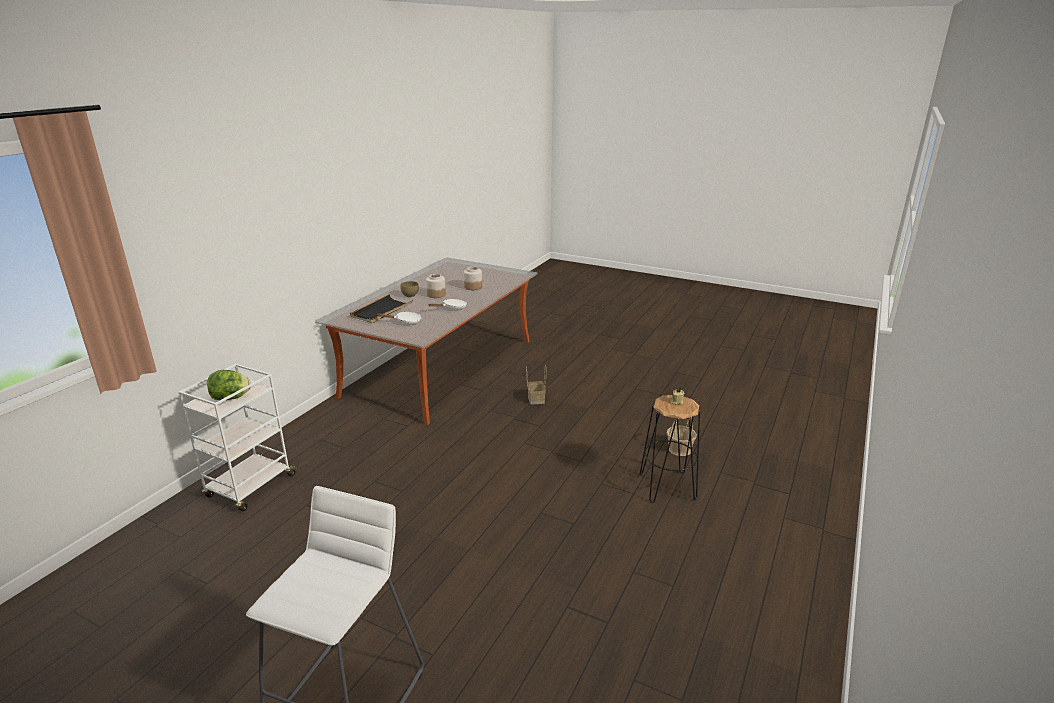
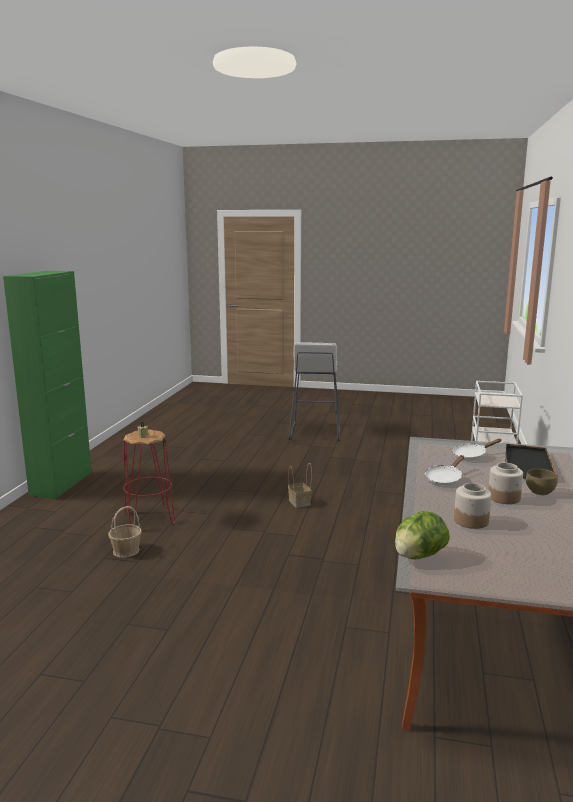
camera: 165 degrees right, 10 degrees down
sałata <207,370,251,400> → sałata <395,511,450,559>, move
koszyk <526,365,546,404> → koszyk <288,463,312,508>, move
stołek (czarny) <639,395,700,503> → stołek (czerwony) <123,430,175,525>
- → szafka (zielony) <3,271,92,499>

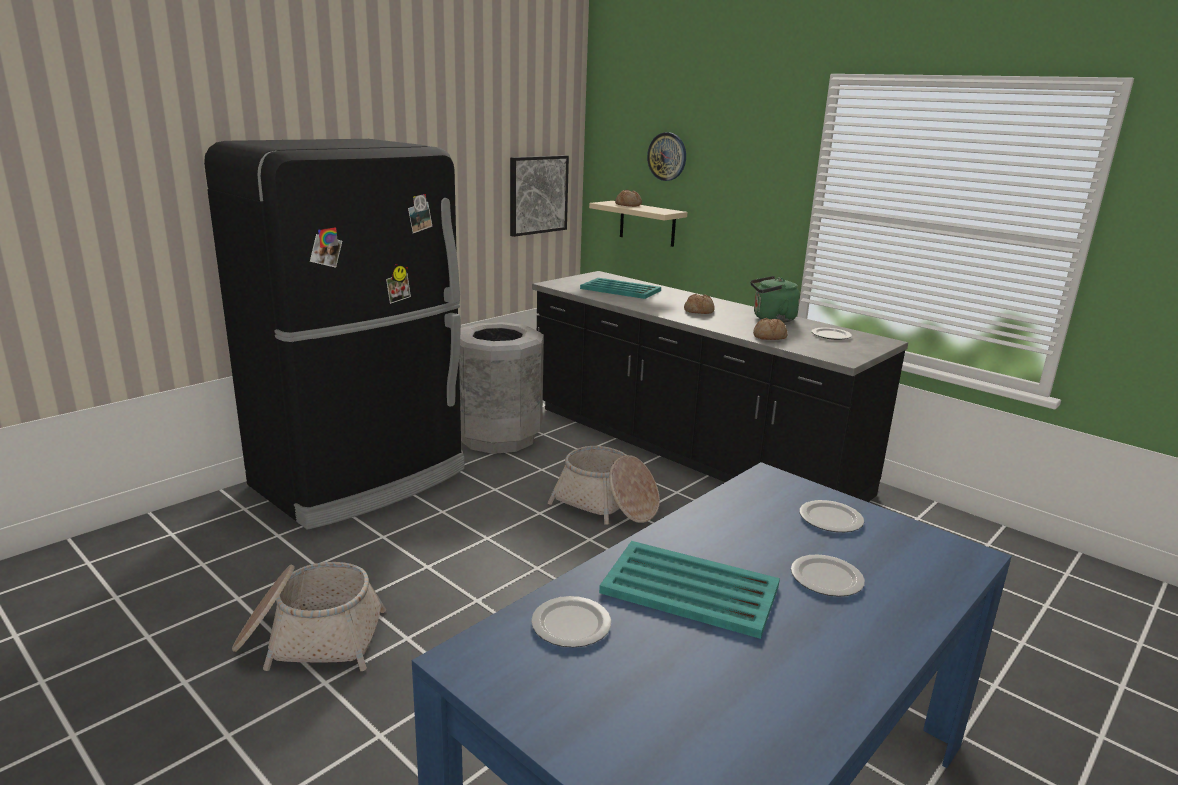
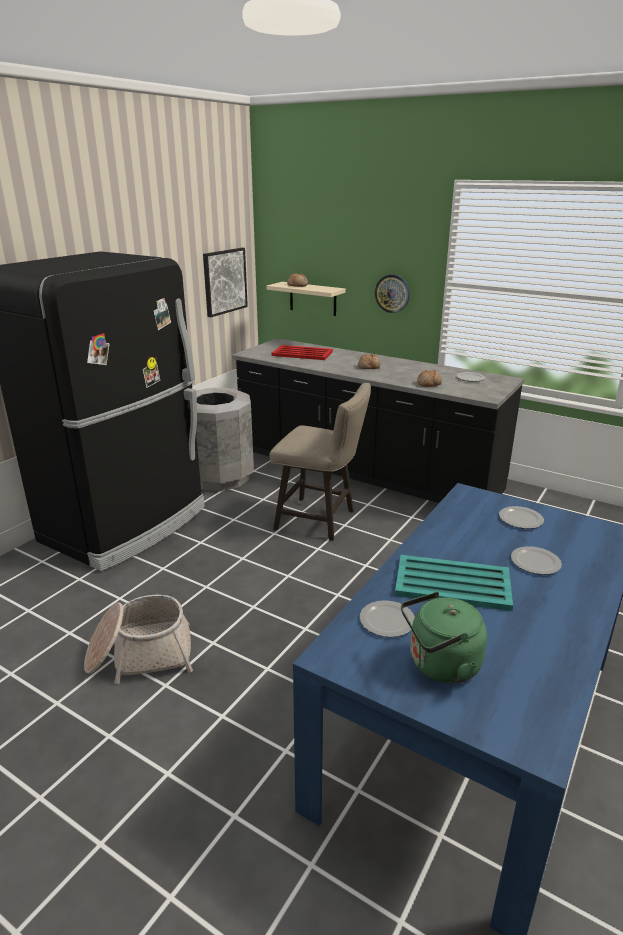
camera: 10 degrees left, 5 degrees up
koszyk <548,446,660,525> → stołek (beżowy) <269,383,371,541>
taca (turkusowy) <580,278,661,299> → taca (czerwony) <271,345,333,360>
zegar ścienny <647,132,686,181> → zegar ścienny <375,274,410,313>, move
czajnik (zielony) <750,276,800,323> → czajnik (zielony) <401,592,487,684>, move

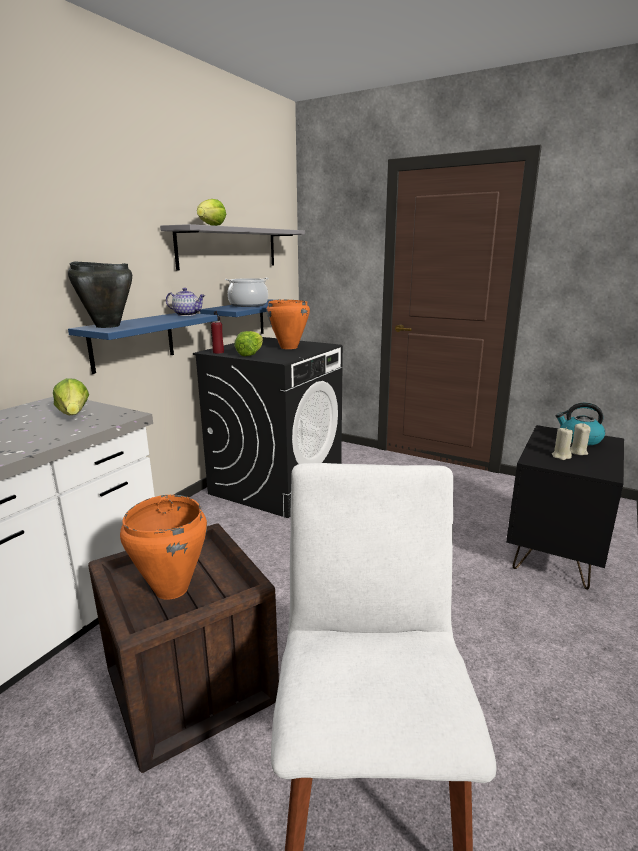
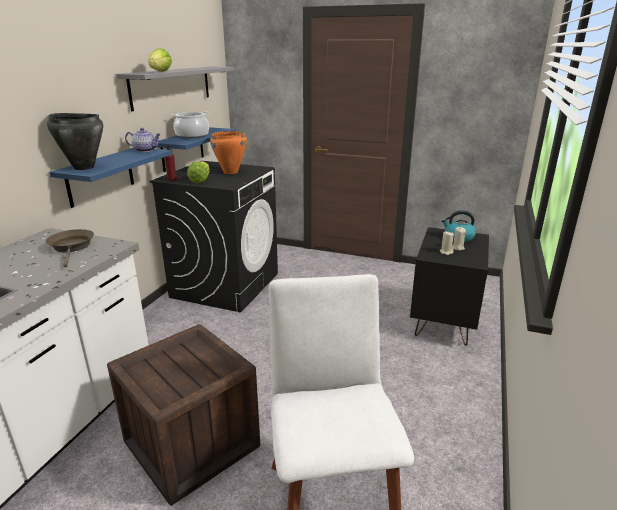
camera: 10 degrees left, 5 degrees up
sałata <53,378,89,415> → patelnia (brązowy) <46,229,94,268>
garnek (pomarańczowy) <120,495,207,600> → -

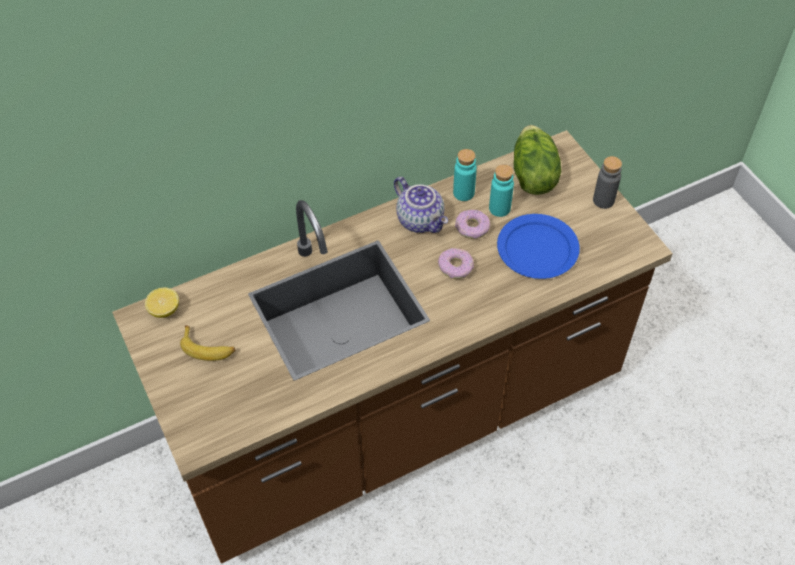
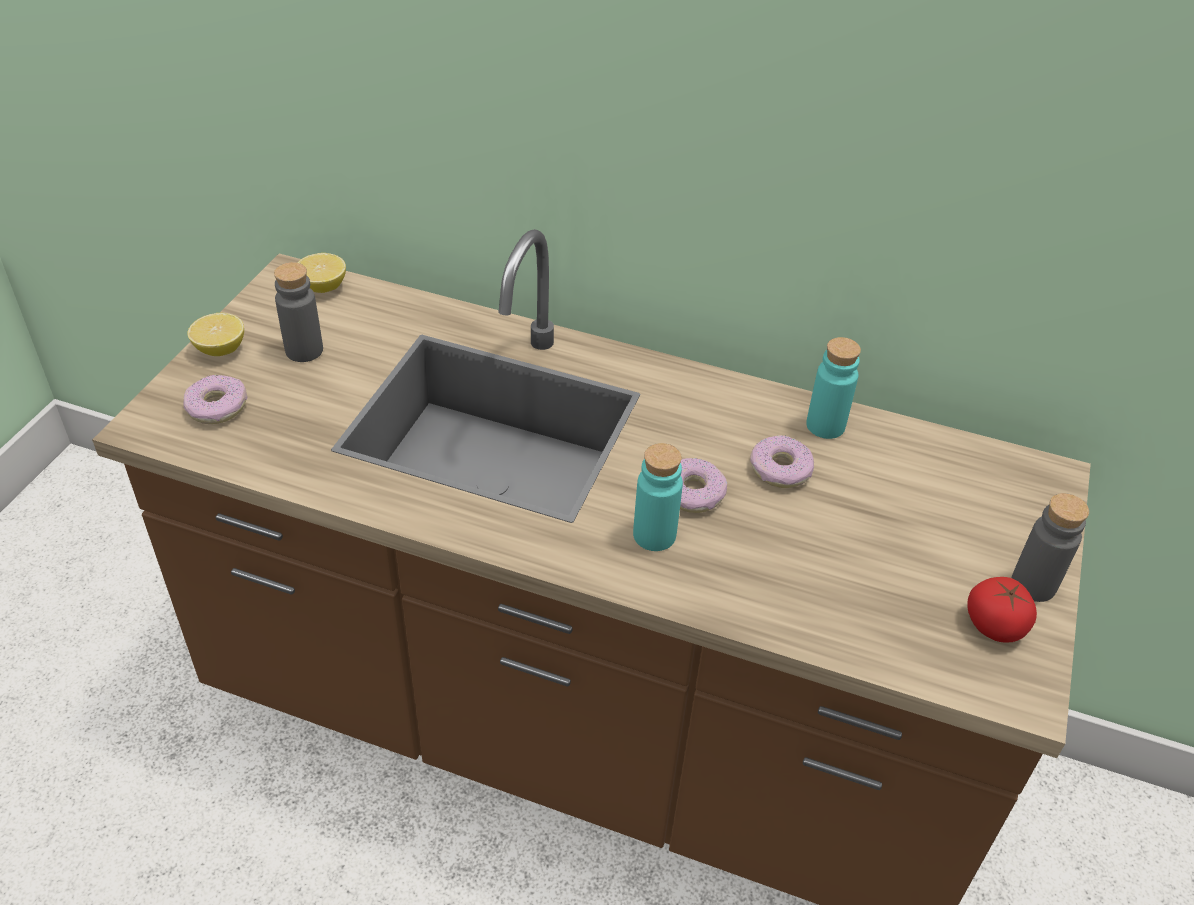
camera: 45 degrees right, 10 degrees down
banan <180,325,236,361> → butelka (szary) <274,262,323,362>
imbryk <394,177,448,233> → -
butelka (turkusowy) <489,164,514,217> → butelka (turkusowy) <633,443,683,551>, move
talerz (niebieski) <497,214,580,279> → -
sałata <514,125,561,195> → -
- → donut <183,375,248,424>
- → cytryna <187,313,244,356>
- → pomidor <967,577,1037,643>

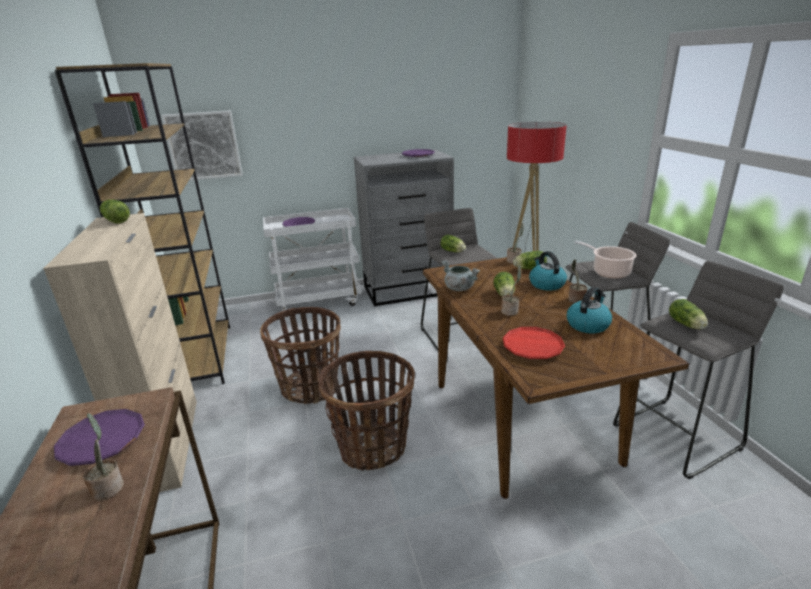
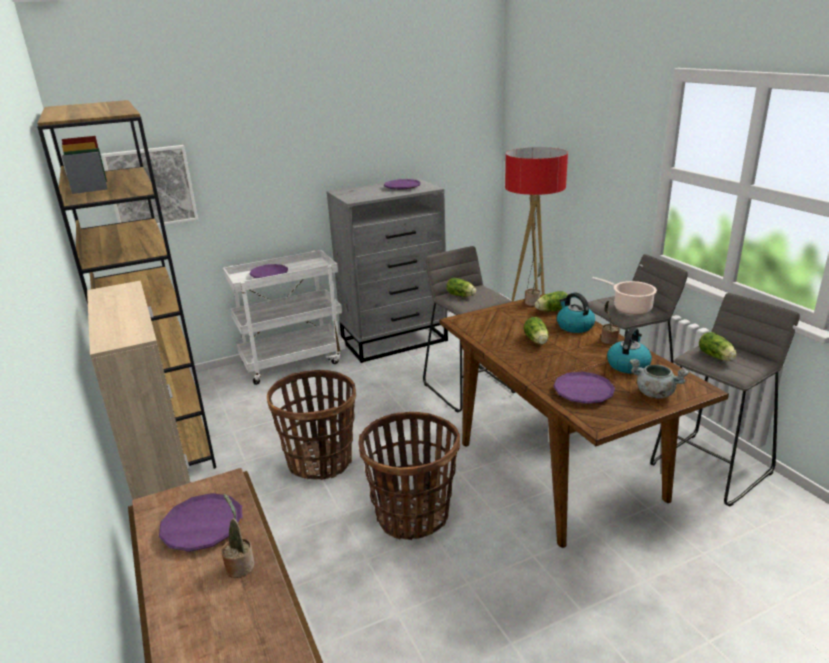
camera: 10 degrees left, 0 degrees up
sałata <100,199,130,224> → -
garnek (szary) <441,260,480,291> → garnek (szary) <629,359,689,398>, move
roślina doniczkowa <501,265,522,316> → -
talerz (czerwony) <502,327,565,359> → talerz (fioletowy) <553,372,615,404>

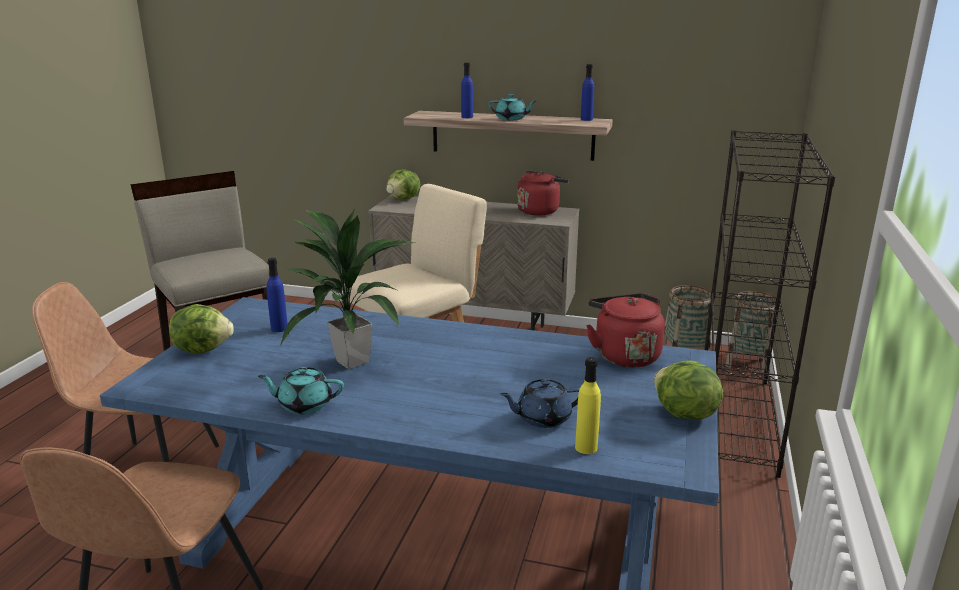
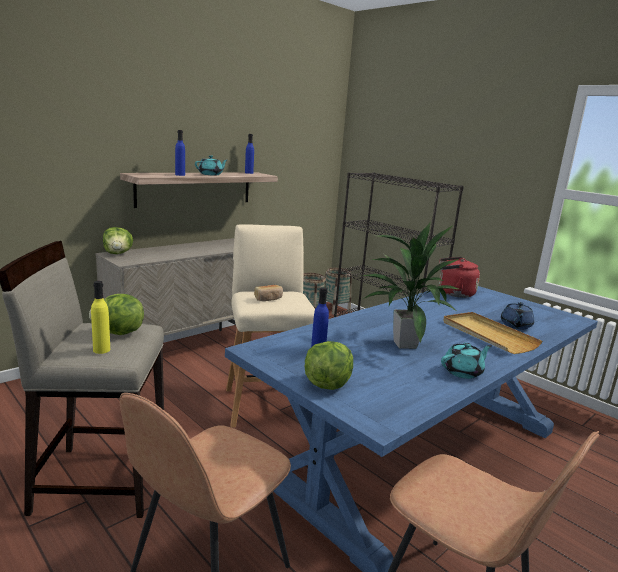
camera: 60 degrees left, 5 degrees down
imbryk (turkusowy) <258,367,344,414> → imbryk (turkusowy) <441,343,492,379>, 150 degrees counterclockwise
czajnik (czerwony) <517,170,569,215> → -
butelka (żółty) <575,357,601,454> → butelka (żółty) <91,281,110,354>, move
sałata <654,360,723,420> → sałata <89,294,144,335>, move
- → chleb <254,285,283,301>
- → taca (beżowy) <443,312,542,354>

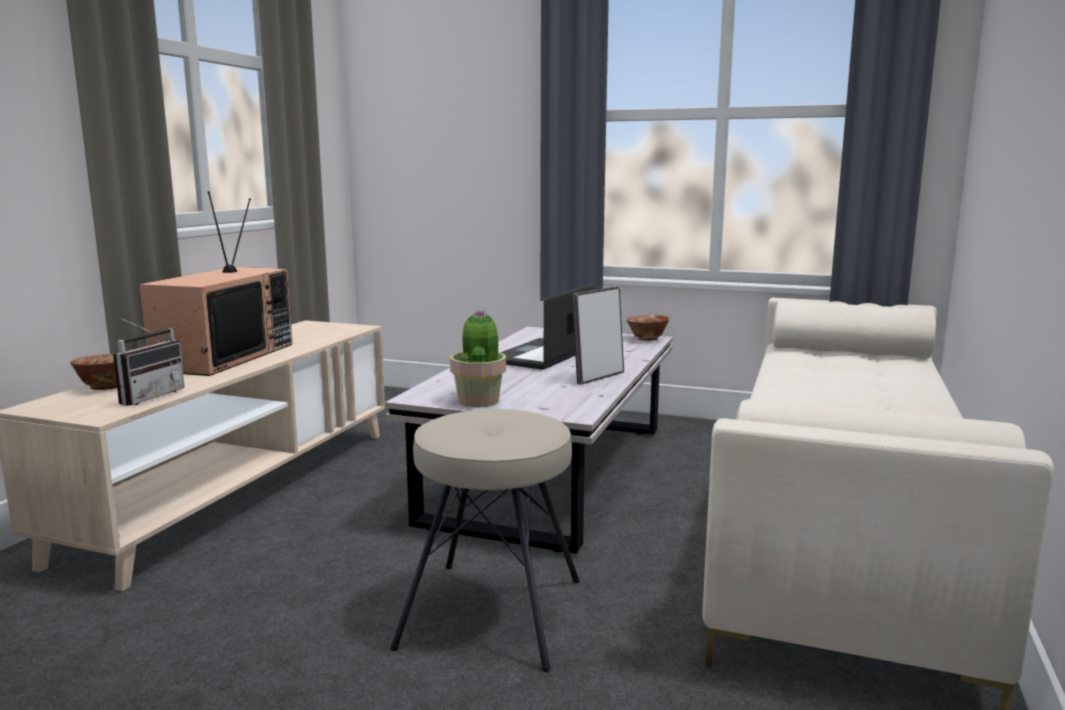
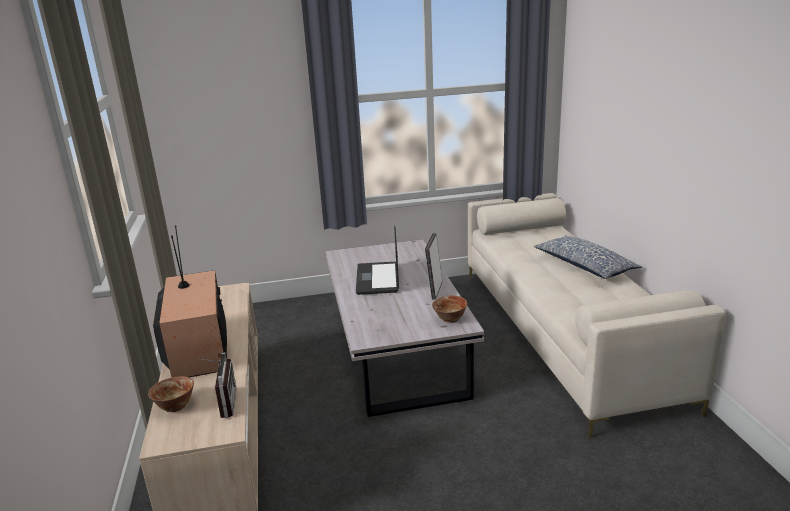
camera: 30 degrees left, 10 degrees up
stołek (beżowy) <390,409,580,672> → -
roślina doniczkowa <450,309,506,407> → -
miska <626,315,669,341> → miska <432,296,467,323>, move
- → poduszka <534,235,642,279>

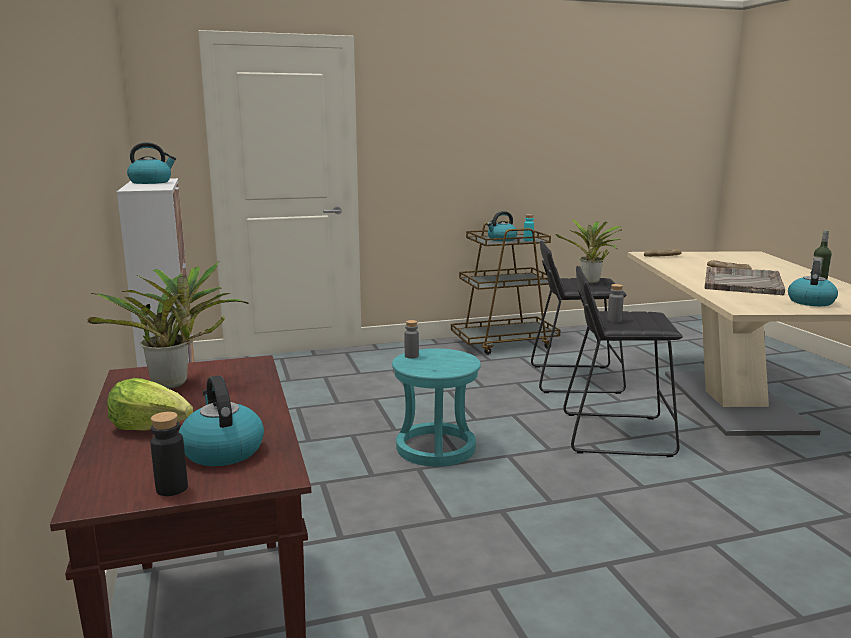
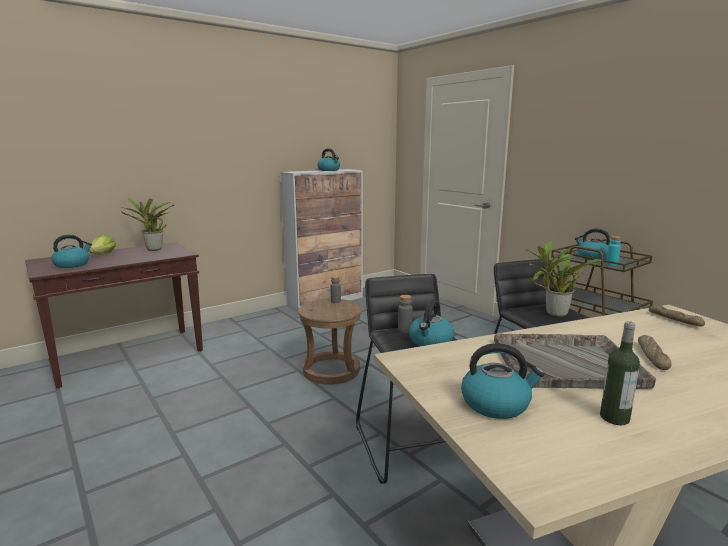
camera: 70 degrees right, 0 degrees up
butelka (czarny) <150,412,188,496> → -
stołek (turkusowy) <392,348,481,467> → stołek (brązowy) <298,299,362,385>
- → czajnik <409,300,454,346>

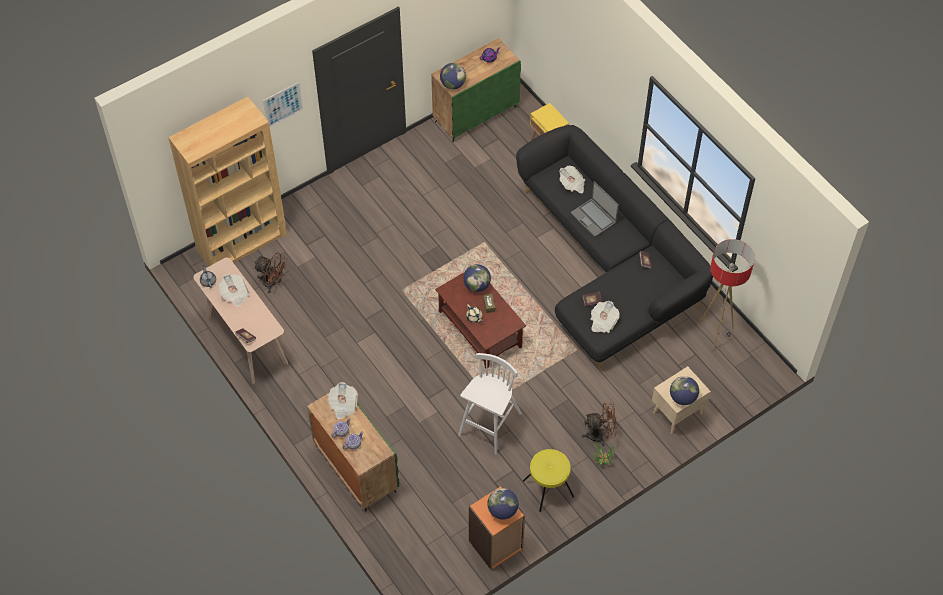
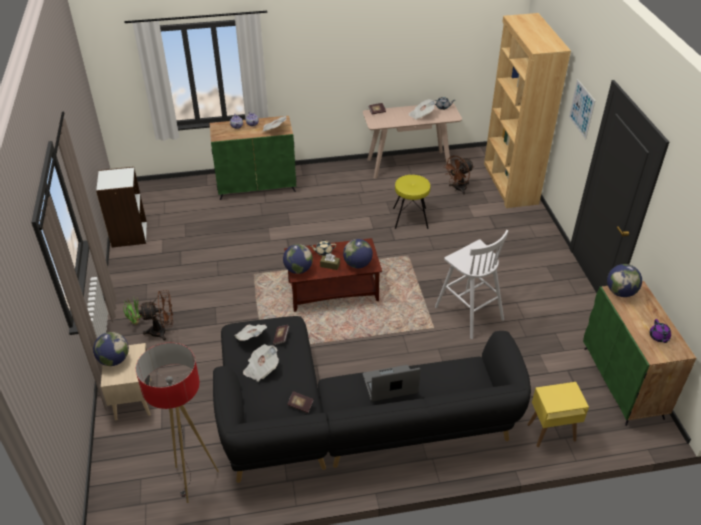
camera: 115 degrees right, 15 degrees down
stołek (biały) <458,353,522,454> → stołek (biały) <435,230,508,339>, move
regał (pomarańczowy) <469,486,525,570> → regał (biały) <96,167,147,248>
globus <488,488,518,520> → globus <283,244,313,274>, move
stołek (żółty) <523,449,574,512> → stołek (żółty) <393,175,430,229>, move
gazeta <559,166,585,193> → gazeta <243,344,279,382>, move
wentylator (brązowy) <582,403,617,446> → wentylator (brązowy) <138,290,173,341>, 120 degrees counterclockwise

